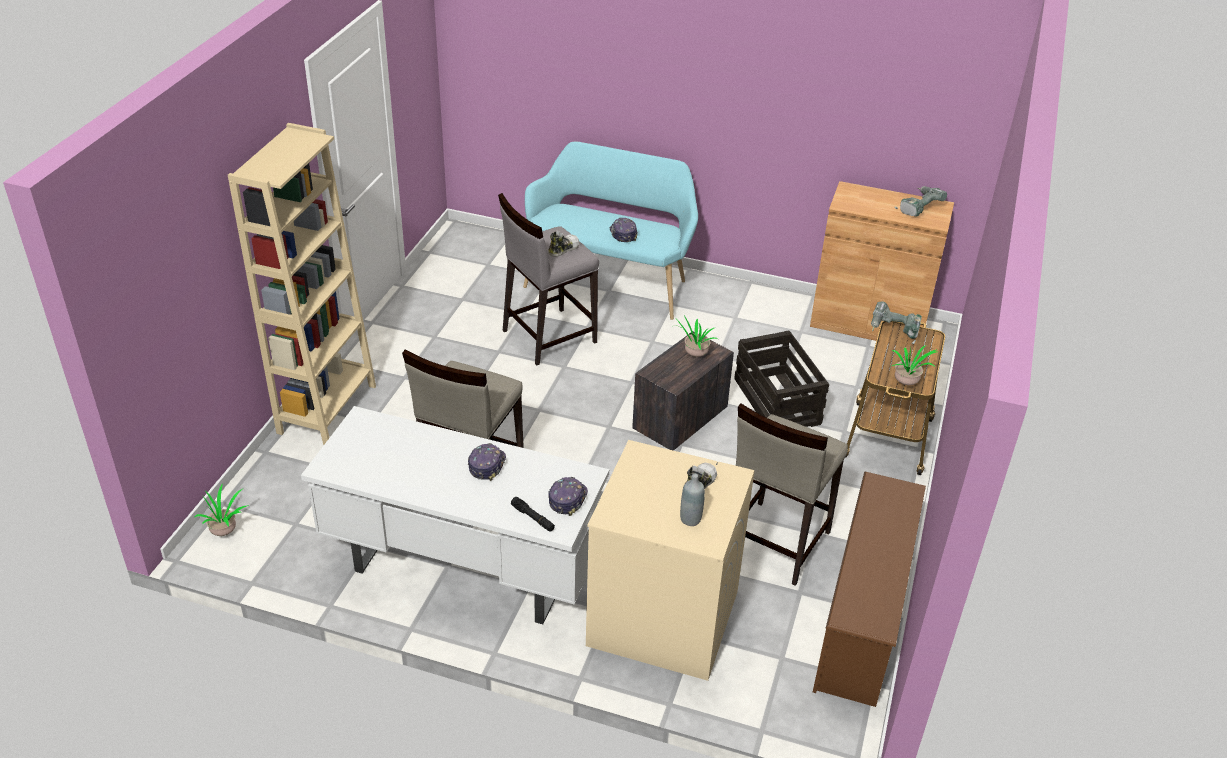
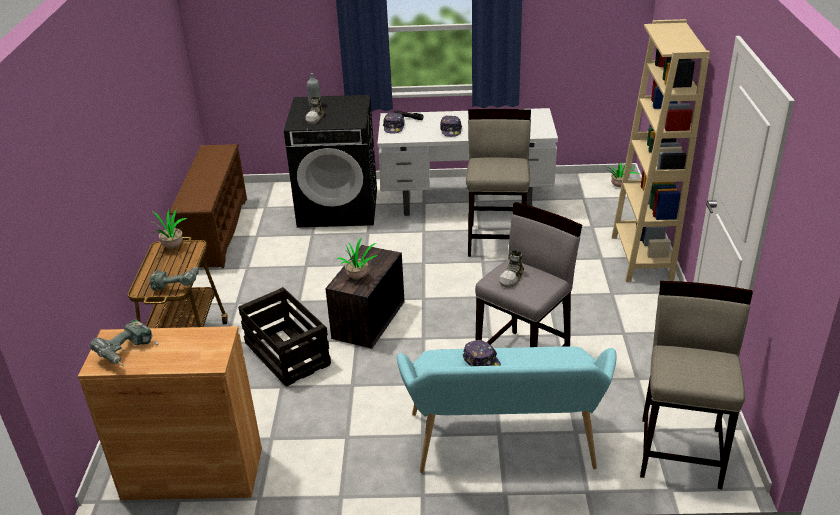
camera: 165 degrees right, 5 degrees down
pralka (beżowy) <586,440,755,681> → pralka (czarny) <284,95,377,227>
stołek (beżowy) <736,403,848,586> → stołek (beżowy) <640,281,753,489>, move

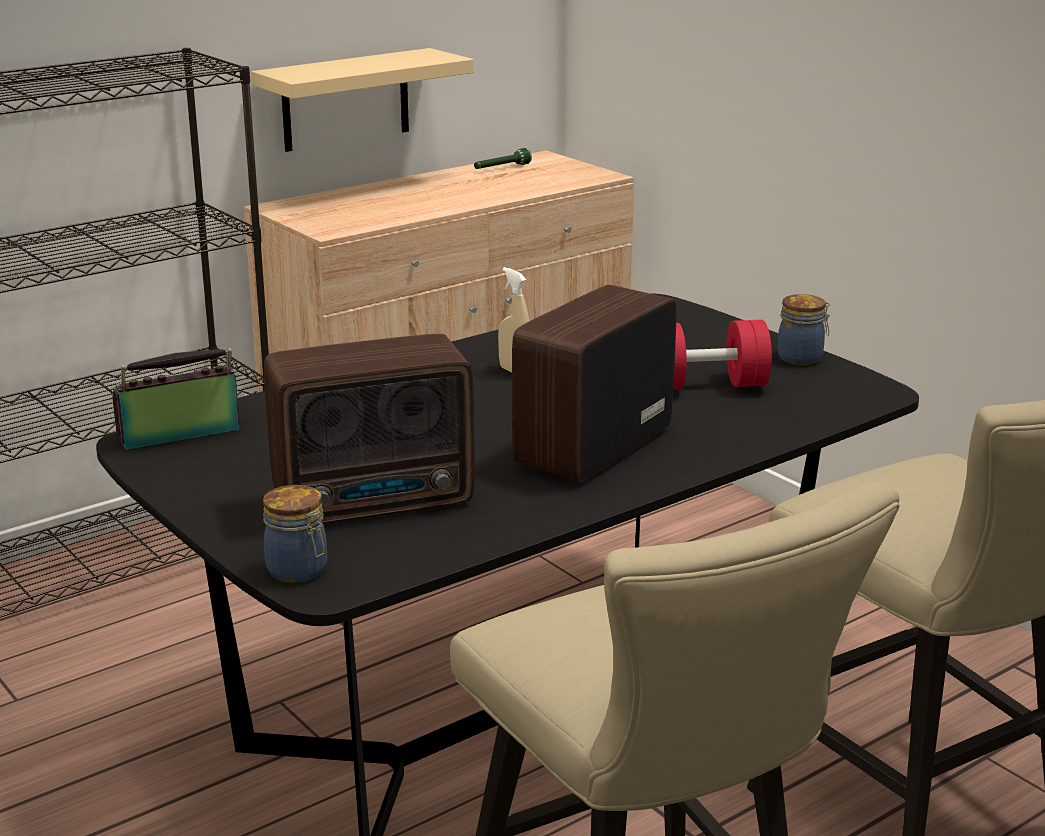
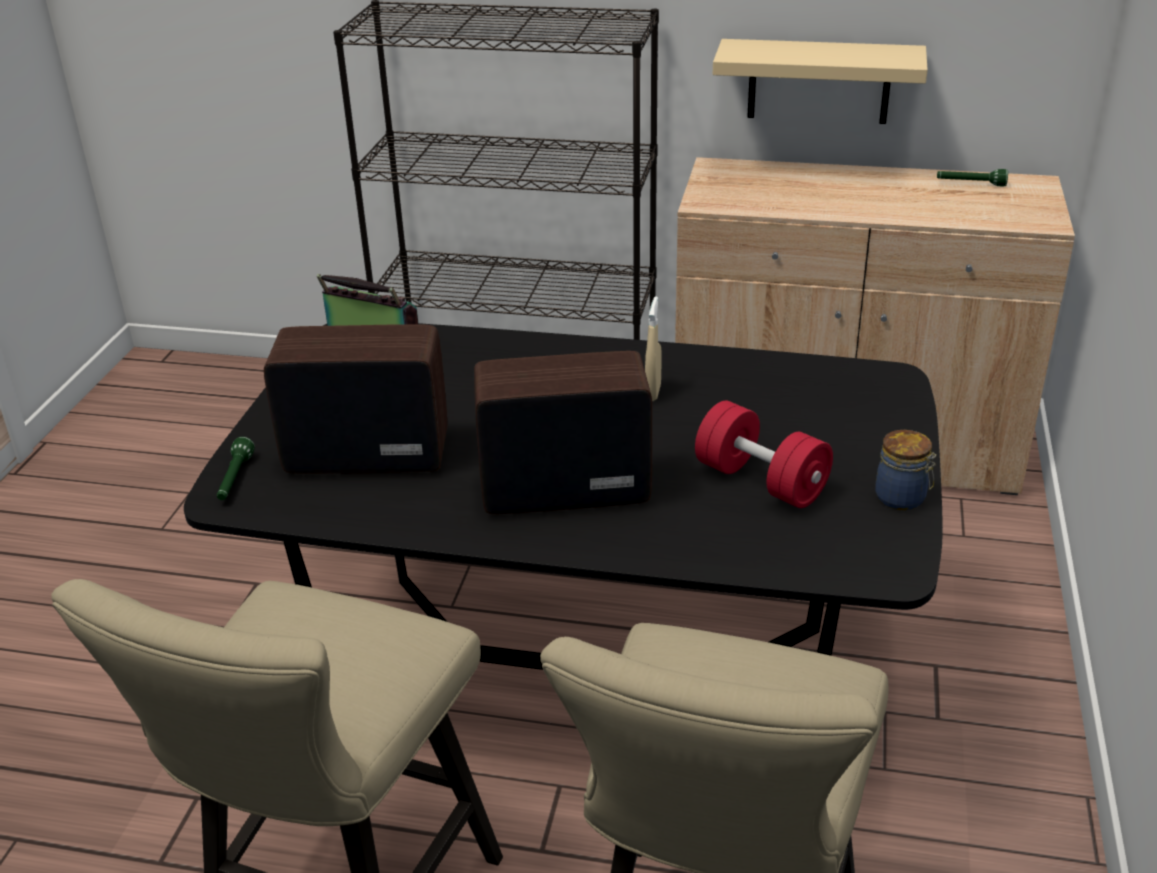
camera: 50 degrees right, 10 degrees up
słoik <263,485,327,583> → latarka (zielony) <217,437,255,500>
radio <264,334,475,524> → radio <264,325,448,474>, 150 degrees clockwise

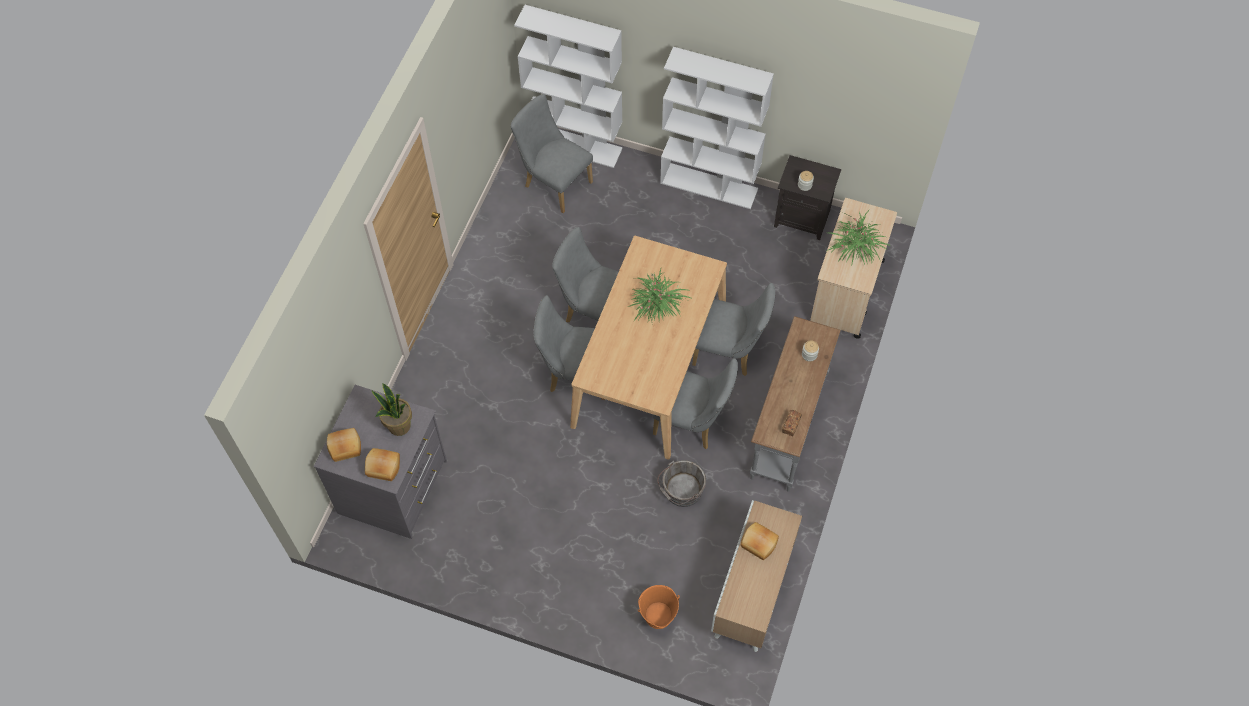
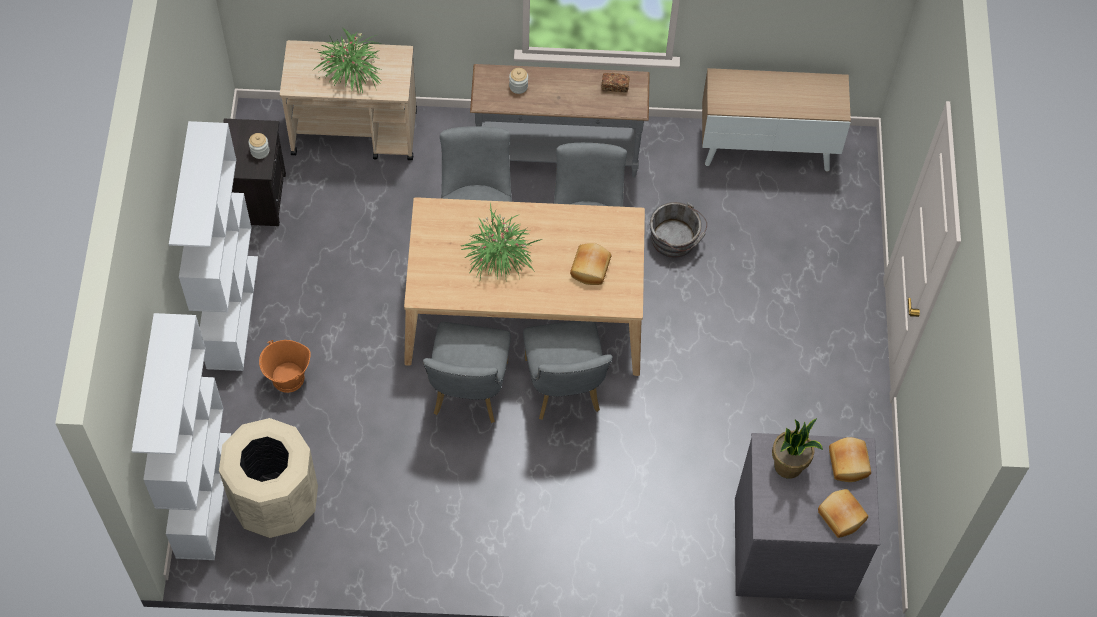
camera: 110 degrees left, 0 degrees up
krzesło (szary) <510,94,593,213> → kosz na śmieci (beżowy) <219,418,318,538>
wiadro (pomarańczowy) <638,585,680,629> → wiadro (pomarańczowy) <259,340,311,393>, move
chleb <741,522,779,560> → chleb <570,243,611,285>, move

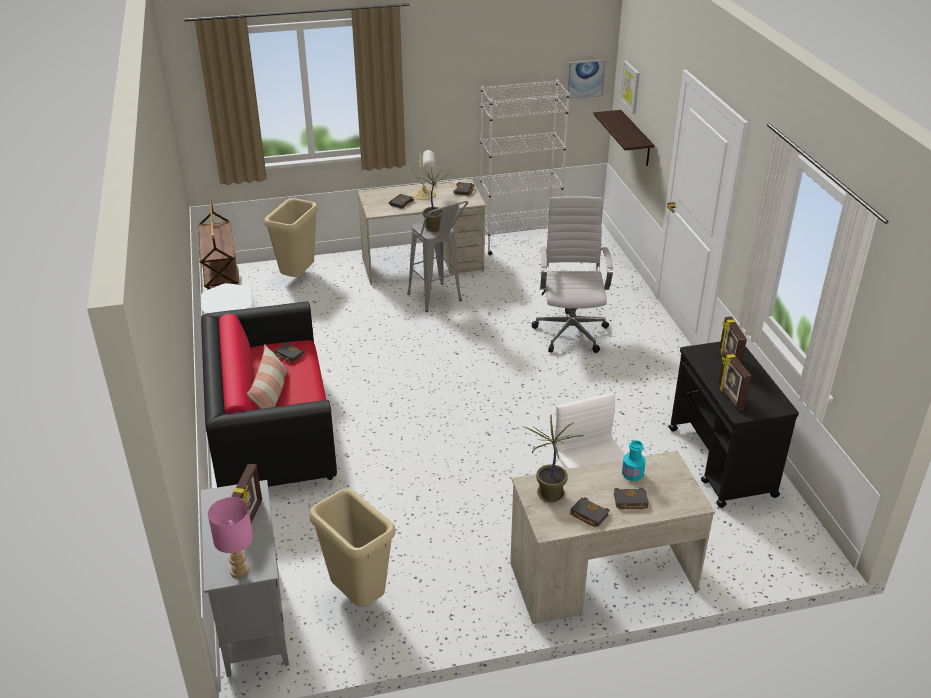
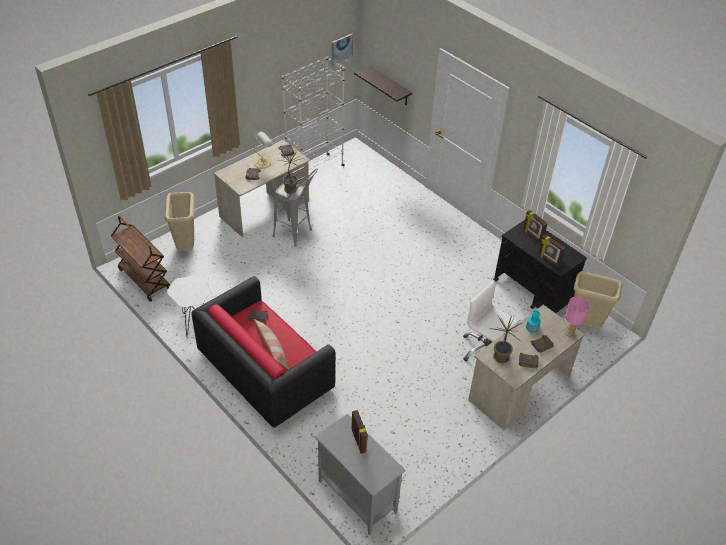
camera: 30 degrees left, 10 degrees up
lampa stołowa (różowy) <208,497,253,578> → lampa stołowa (różowy) <565,296,590,337>, move
kosz na śmieci (beżowy) <309,488,395,607> → kosz na śmieci (beżowy) <574,271,622,329>, move
krzesło biurowe (biały) <532,196,613,353> → -
obraz <620,61,640,114> → -

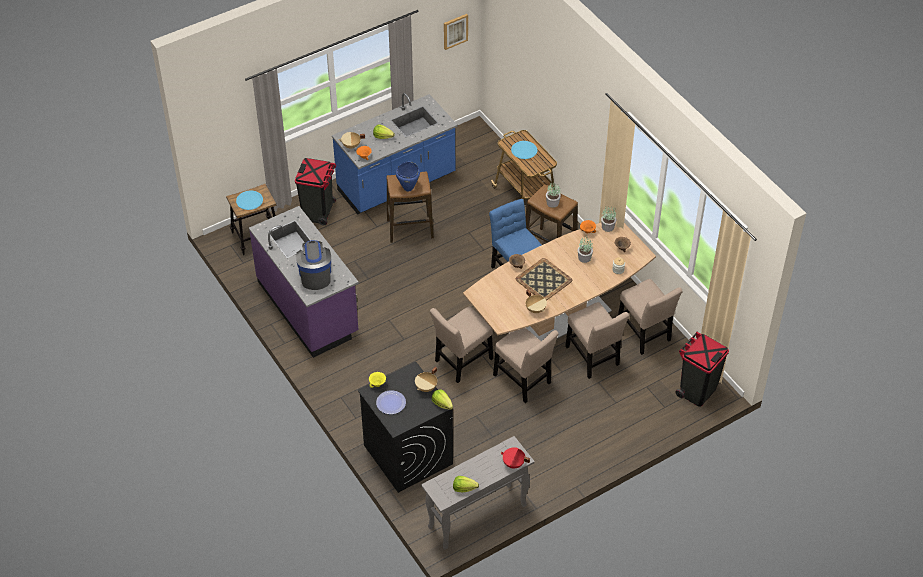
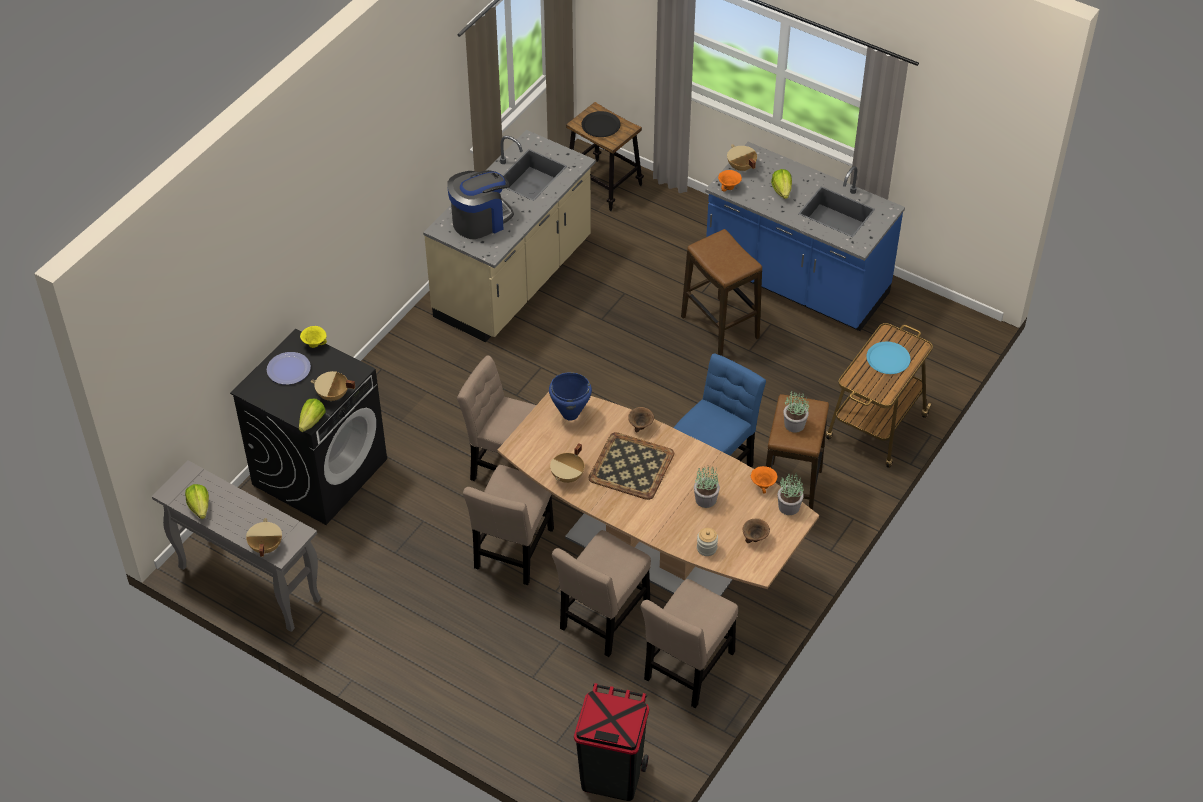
camera: 65 degrees right, 0 degrees up
talerz (niebieski) <236,191,263,210> → talerz (czarny) <581,111,620,137>
zabudowa kuchenna (fioletowy) <249,206,359,358> → zabudowa kuchenna (beżowy) <423,130,596,342>
kosz na śmieci (czarny) <295,158,336,225> → -
garnek (niebieski) <396,162,420,191> → garnek (niebieski) <549,372,592,421>, move
obraz <444,14,468,50> → -
garnek (czerwony) <500,447,530,468> → garnek (beżowy) <246,518,282,557>

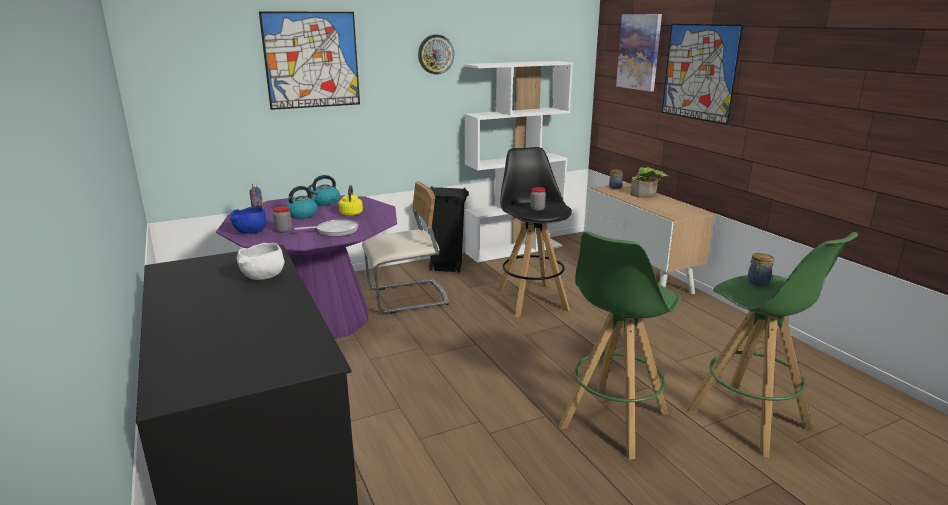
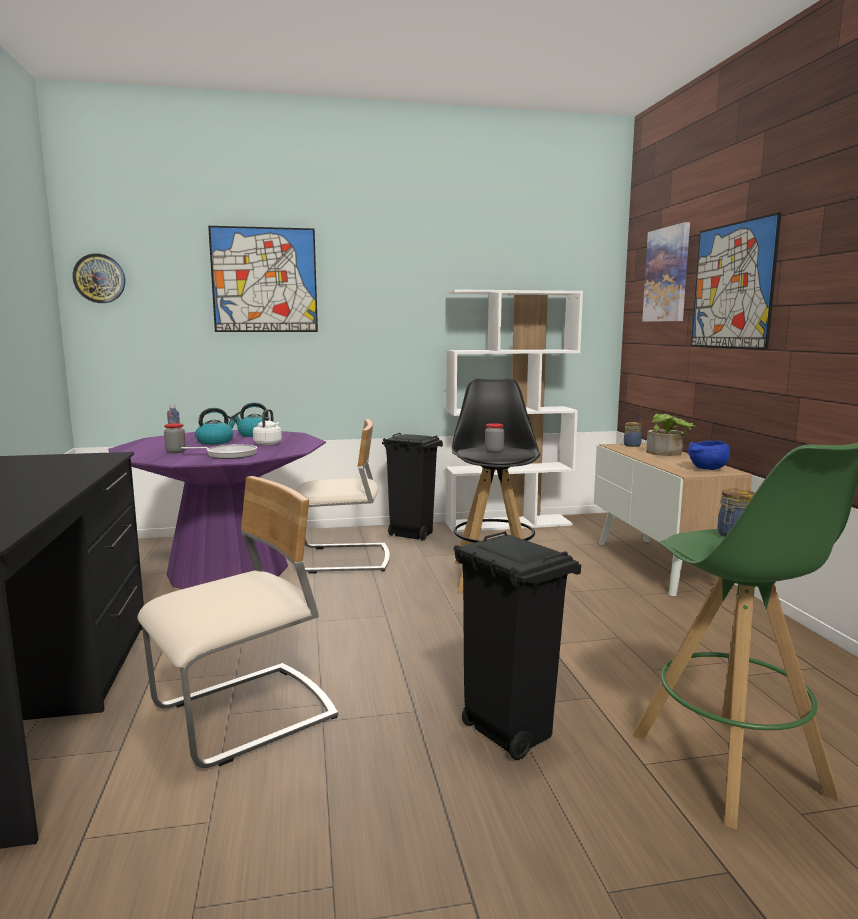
camera: 15 degrees right, 10 degrees down
miska (niebieski) <230,206,267,234> → miska (niebieski) <688,440,730,470>, move
miska (biały) <237,243,285,280> → -
czajnik (żółty) <338,185,363,216> → czajnik (biały) <253,409,282,445>
zegar ścienny <418,35,454,75> → zegar ścienny <73,253,125,303>, move
stołek (zielony) <558,232,681,460> → kosz na śmieci (czarny) <453,531,581,760>
- → krzesło (beżowy) <138,476,338,768>

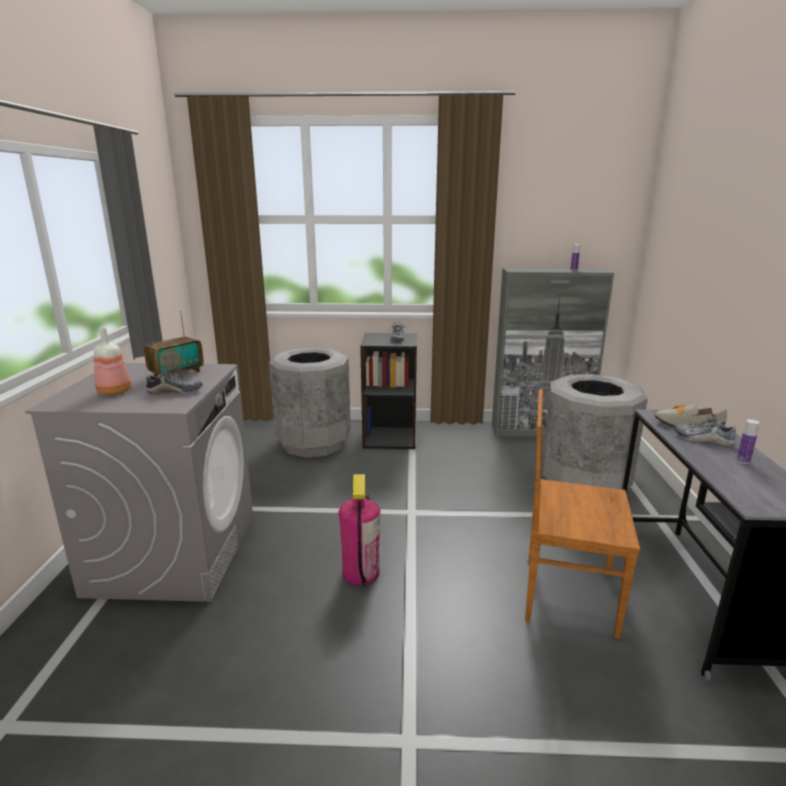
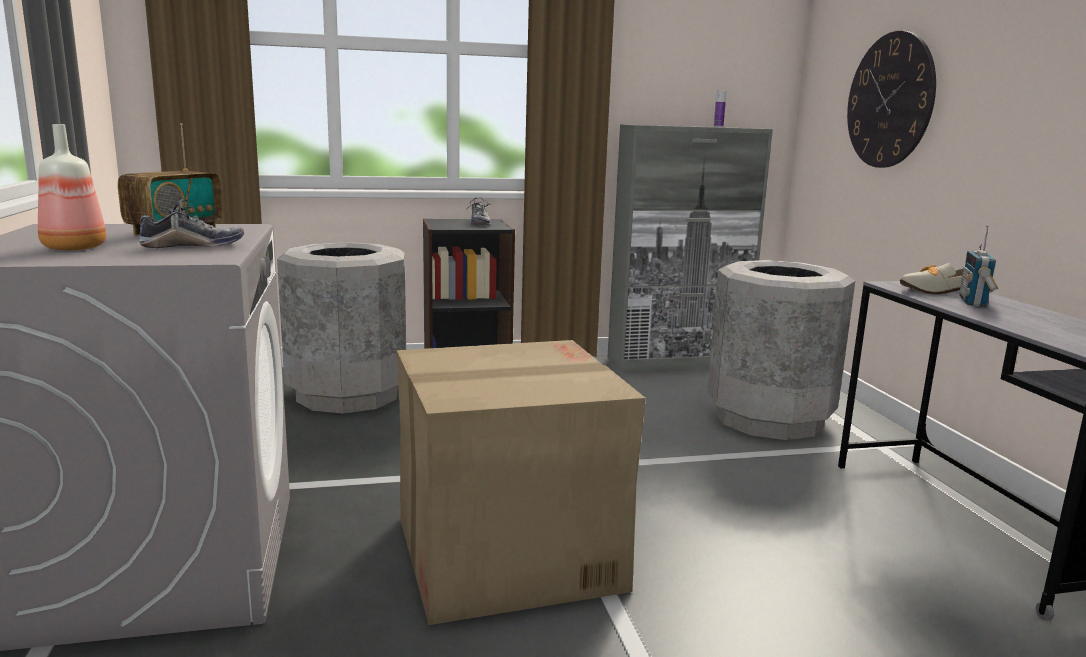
camera: 15 degrees left, 5 degrees down
gaśnica <339,474,380,586> → karton <397,340,646,625>
krzesło (brązowy) <525,389,640,639> → -
but <674,414,737,446> → radio <959,226,998,306>
butelka <736,419,760,464> → -
- → zegar ścienny <847,31,936,168>

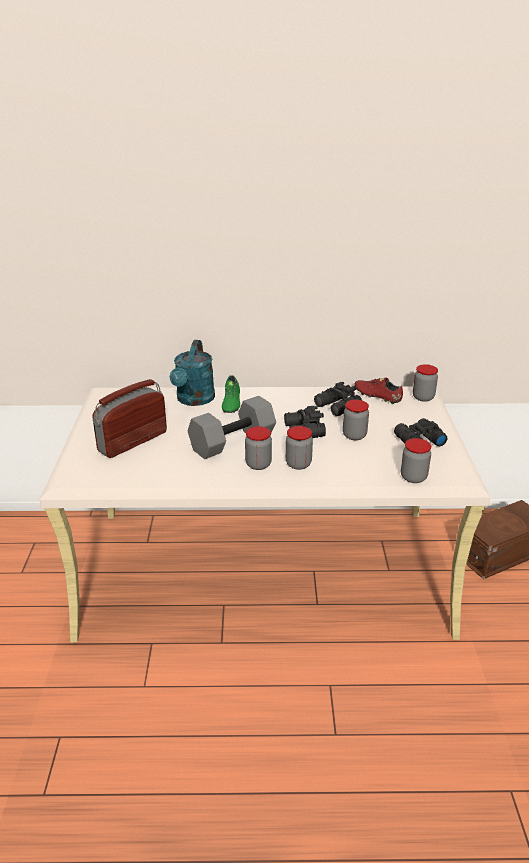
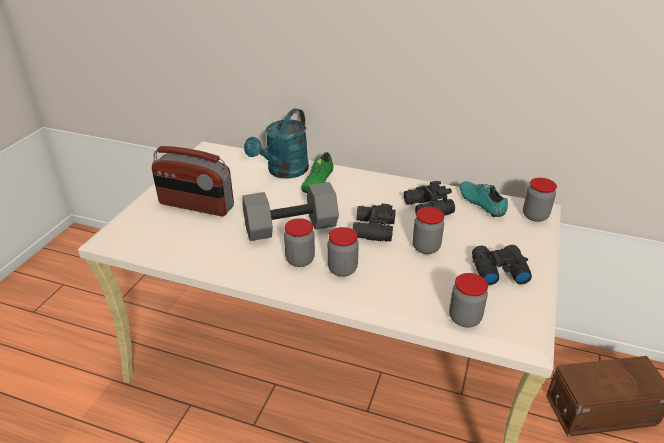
camera: 20 degrees right, 5 degrees up
radio <92,379,167,458> → radio <152,146,234,216>, 135 degrees counterclockwise
but (czerwony) <355,378,403,404> → but (turkusowy) <460,181,508,217>

